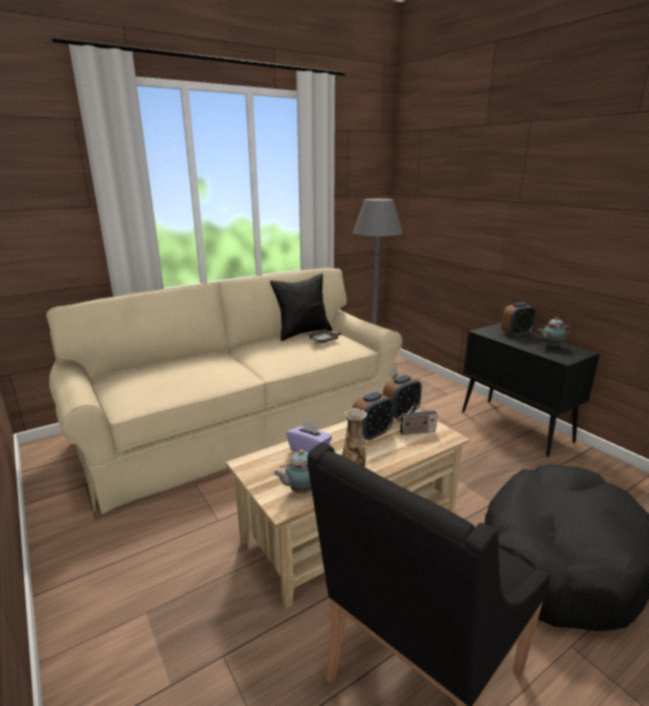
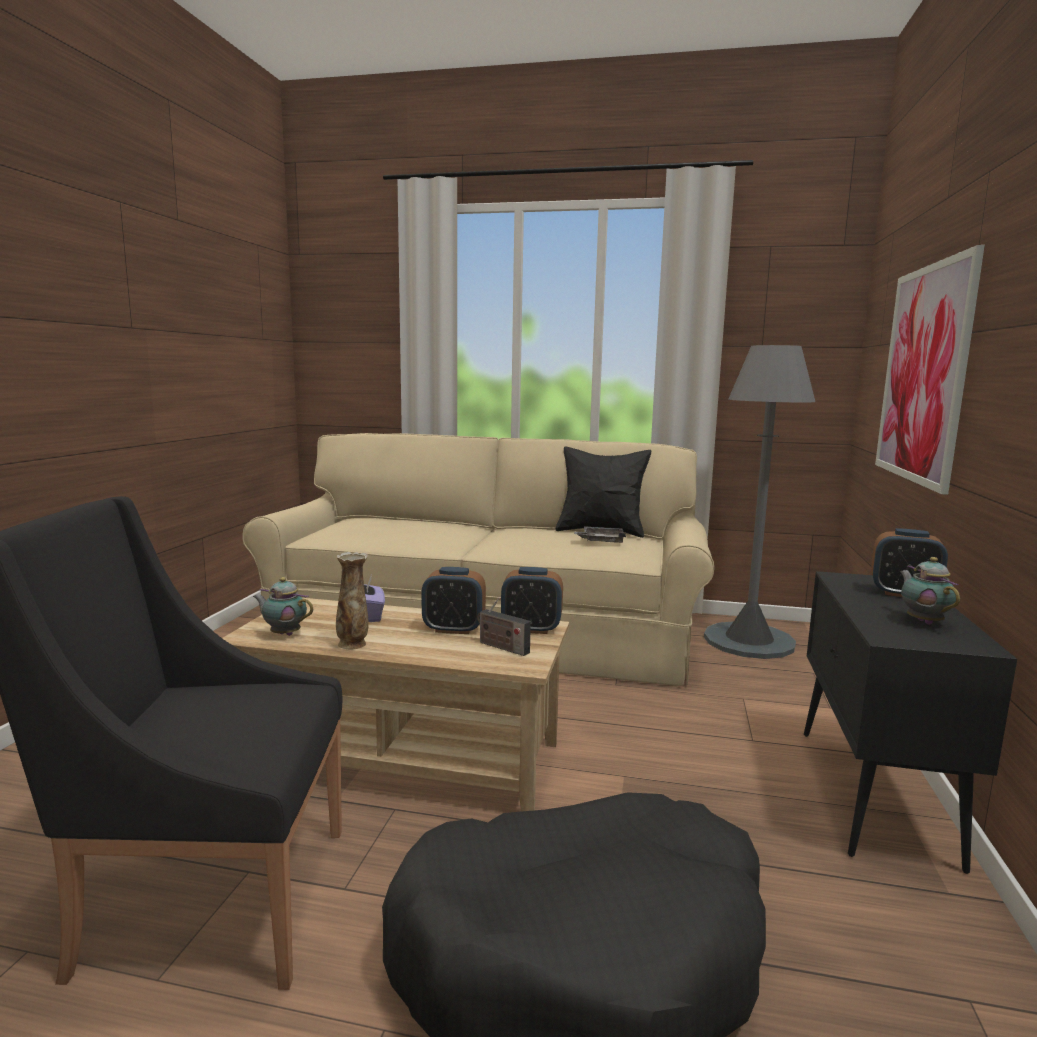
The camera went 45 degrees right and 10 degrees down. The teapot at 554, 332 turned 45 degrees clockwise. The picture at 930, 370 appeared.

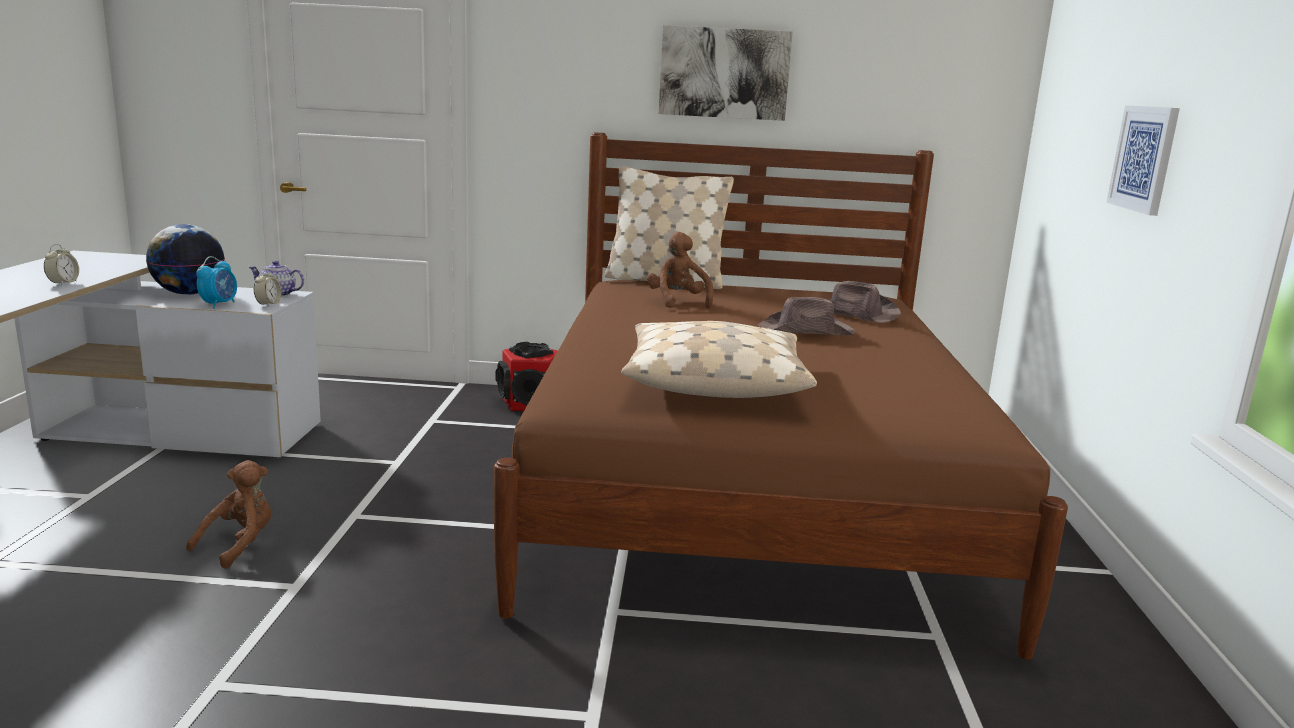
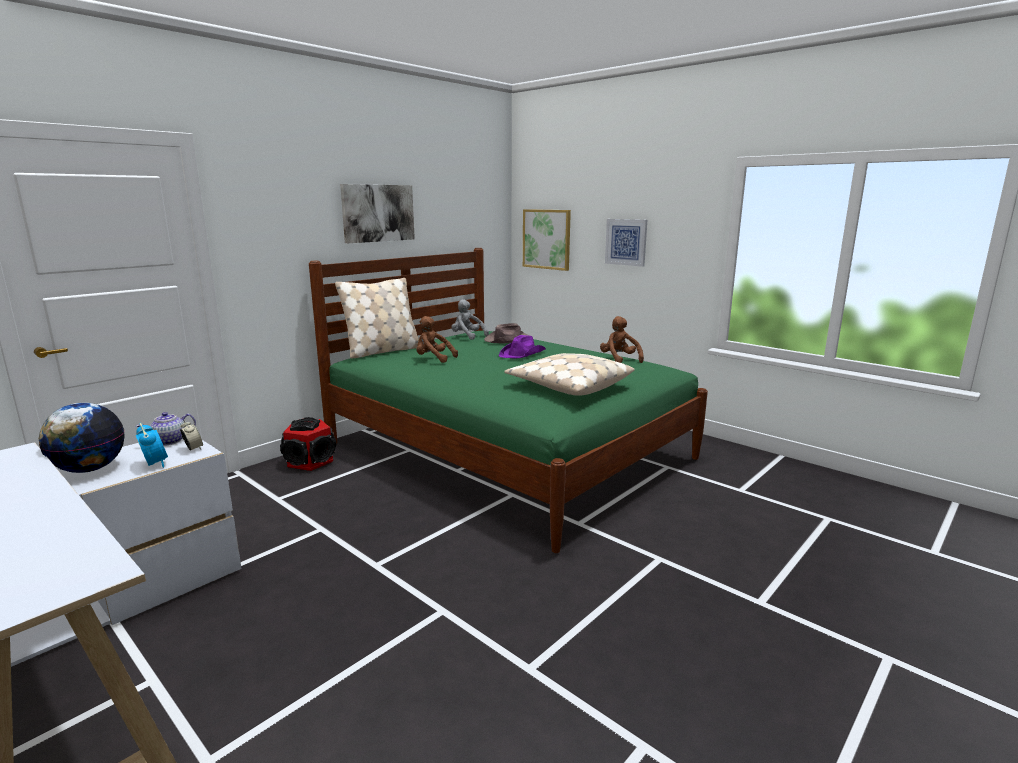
The camera went 50 degrees left and 0 degrees up. The brown bed at 781, 396 became the green bed at 508, 400. The alarm clock at 61, 265 disappeared. The brown hat at 806, 316 became the purple hat at 522, 347. The brown plush toy moved from 229, 514 to 622, 339. The picture at 547, 240 appeared. The grey plush toy at 470, 319 appeared.

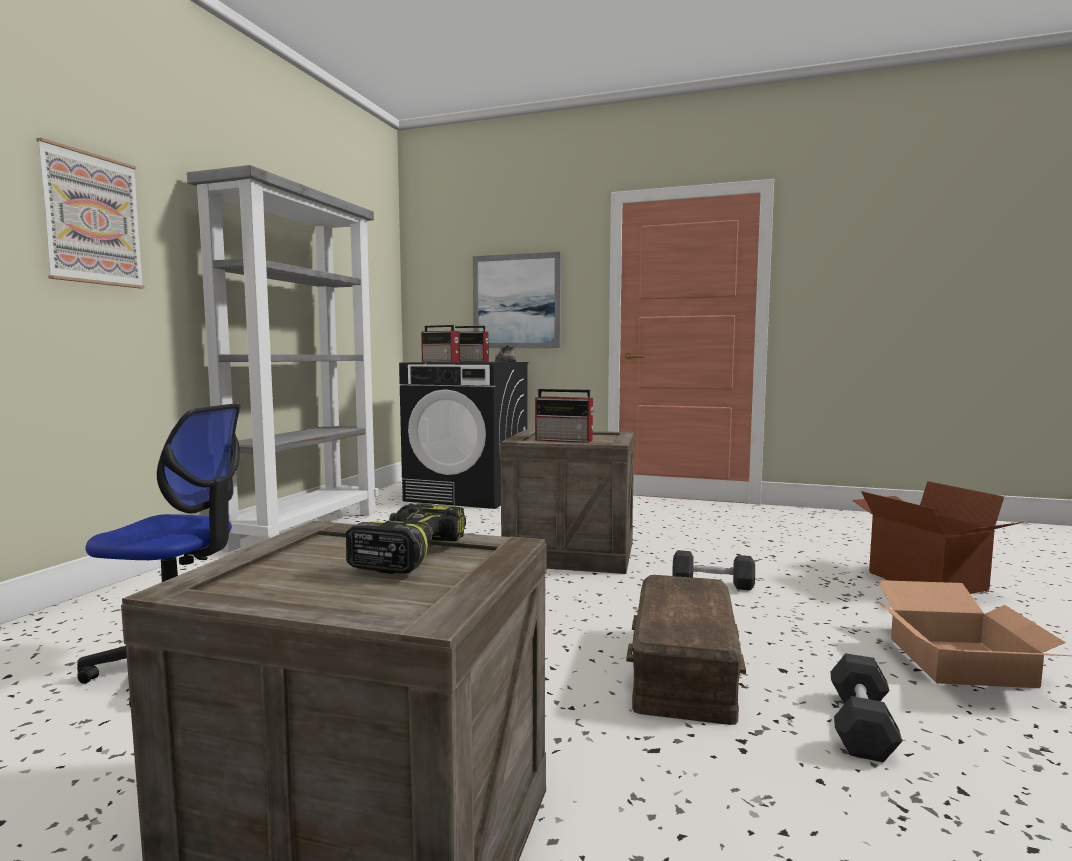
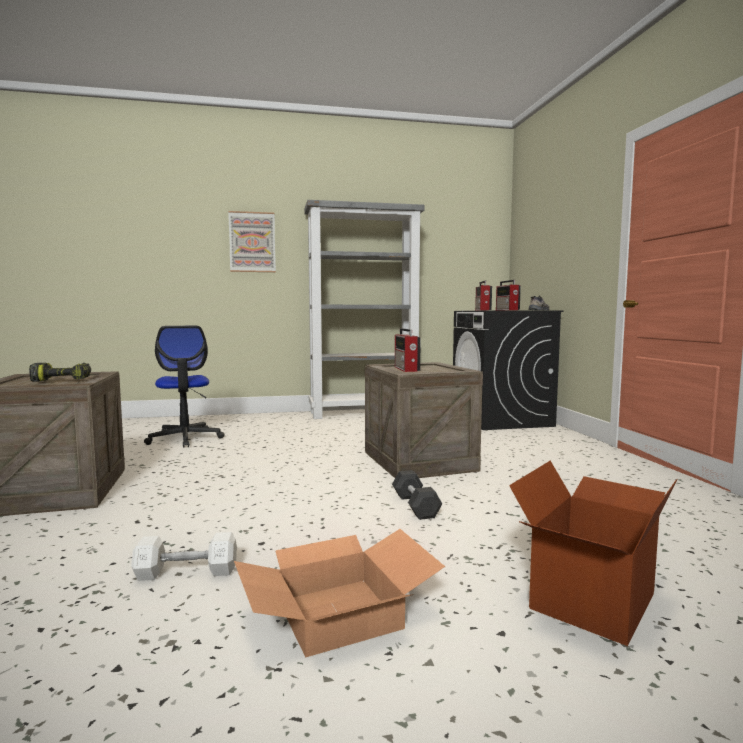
The camera went 60 degrees right and 0 degrees up. The picture at 517, 300 disappeared. The brown storage box at 686, 650 disappeared. The black dumbbell at 866, 707 became the white dumbbell at 184, 556.

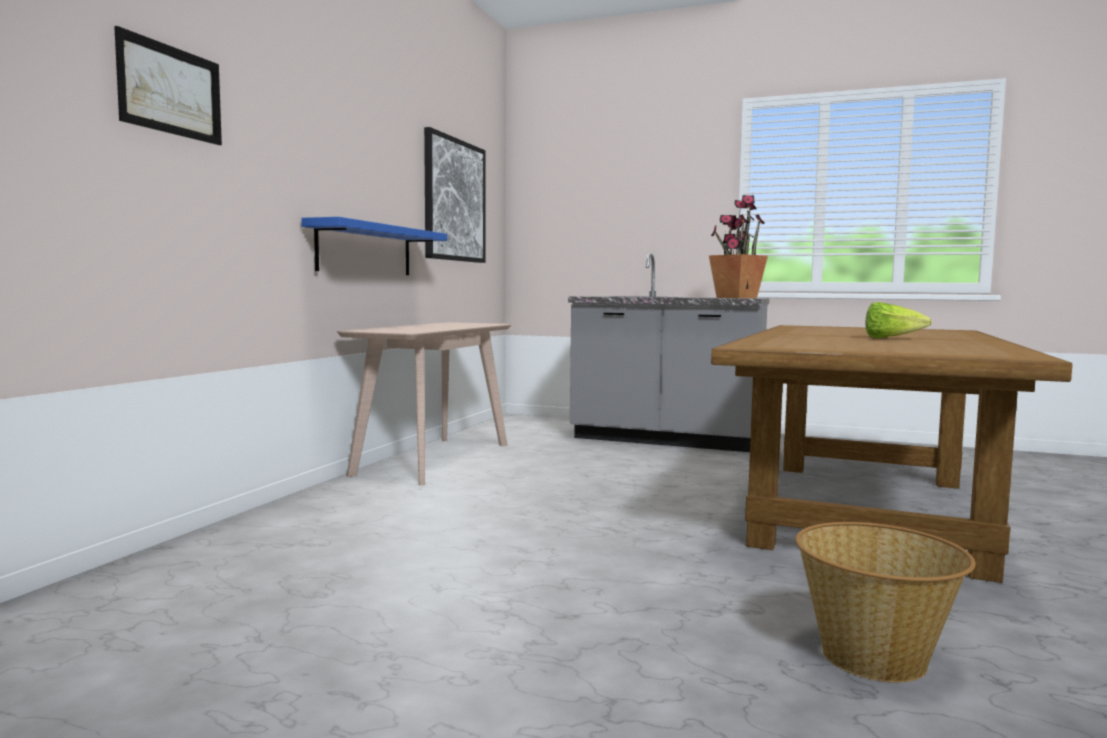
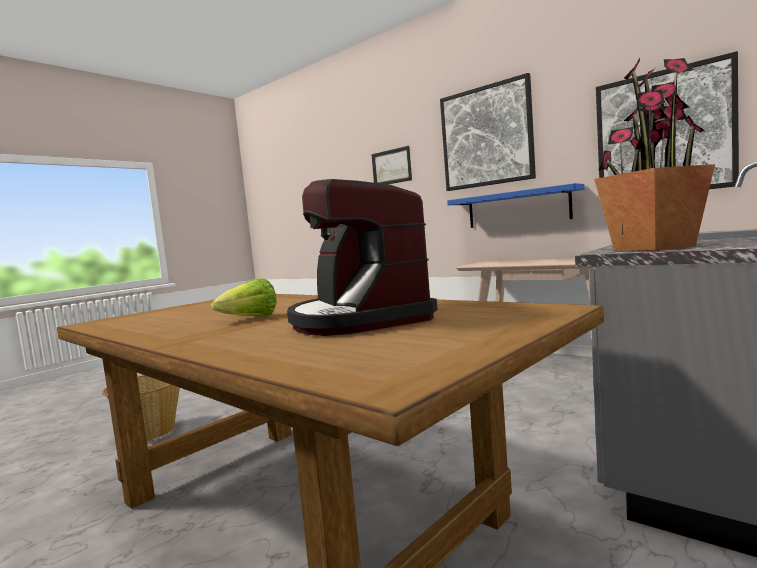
The camera went 110 degrees right and 0 degrees up. The picture at 488, 132 appeared. The coffee machine at 362, 257 appeared.

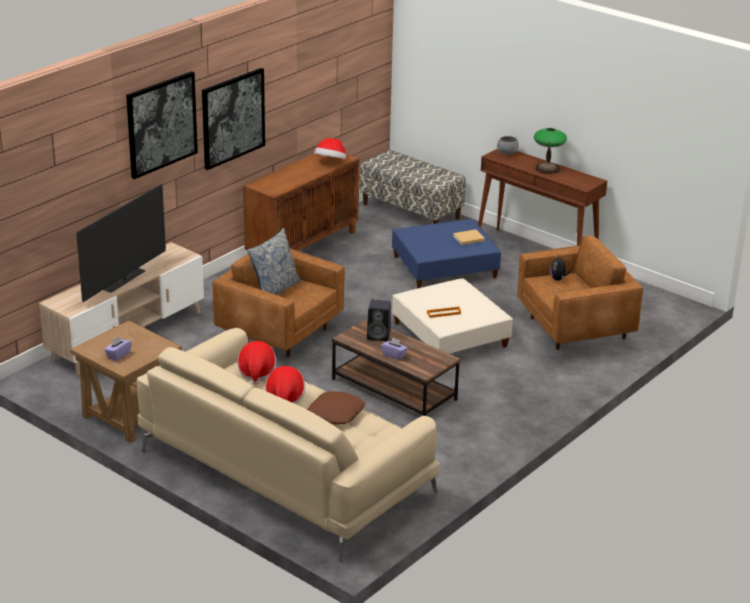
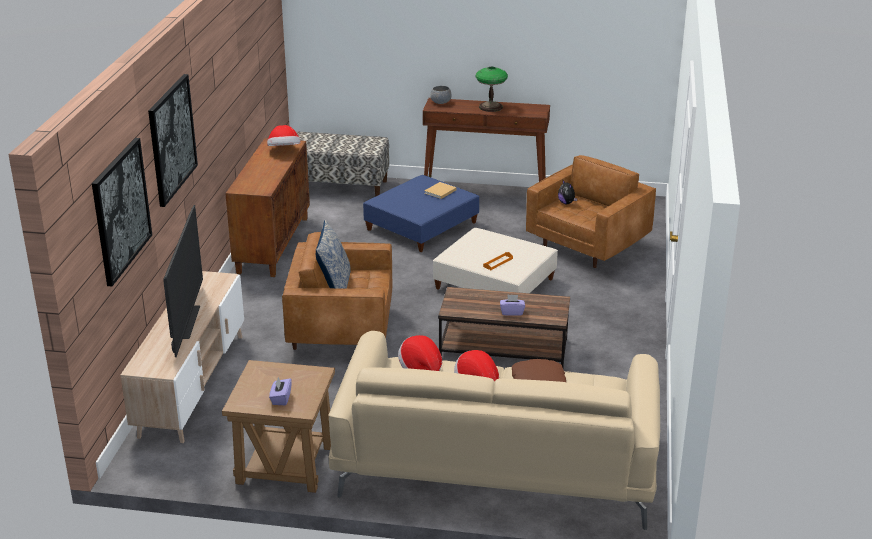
The camera went 30 degrees left and 0 degrees up. The picture moved from 233, 119 to 122, 212. The black speaker at 379, 320 disappeared.

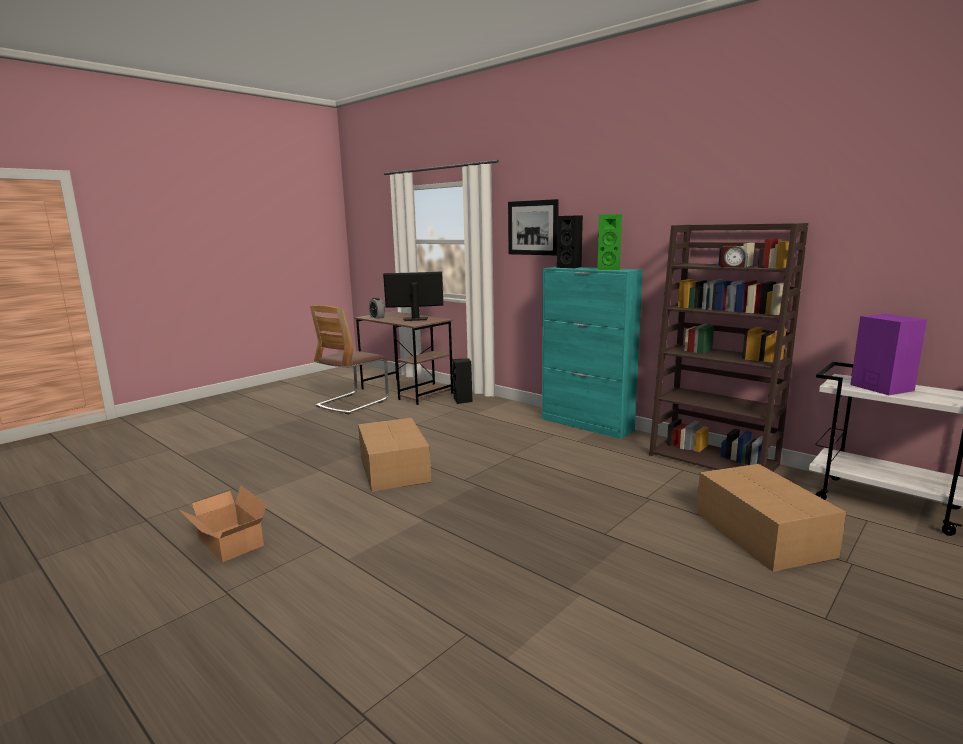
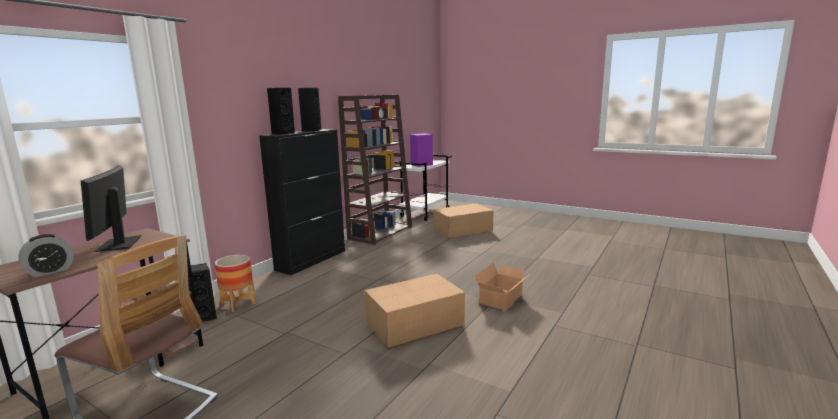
The camera went 100 degrees left and 0 degrees up. The picture at 533, 227 disappeared. The green speaker at 609, 242 became the black speaker at 309, 109. The turquoise cabinet at 592, 353 became the black cabinet at 302, 202. The cardboard box moved from 223, 524 to 502, 286. The planter at 235, 283 appeared.

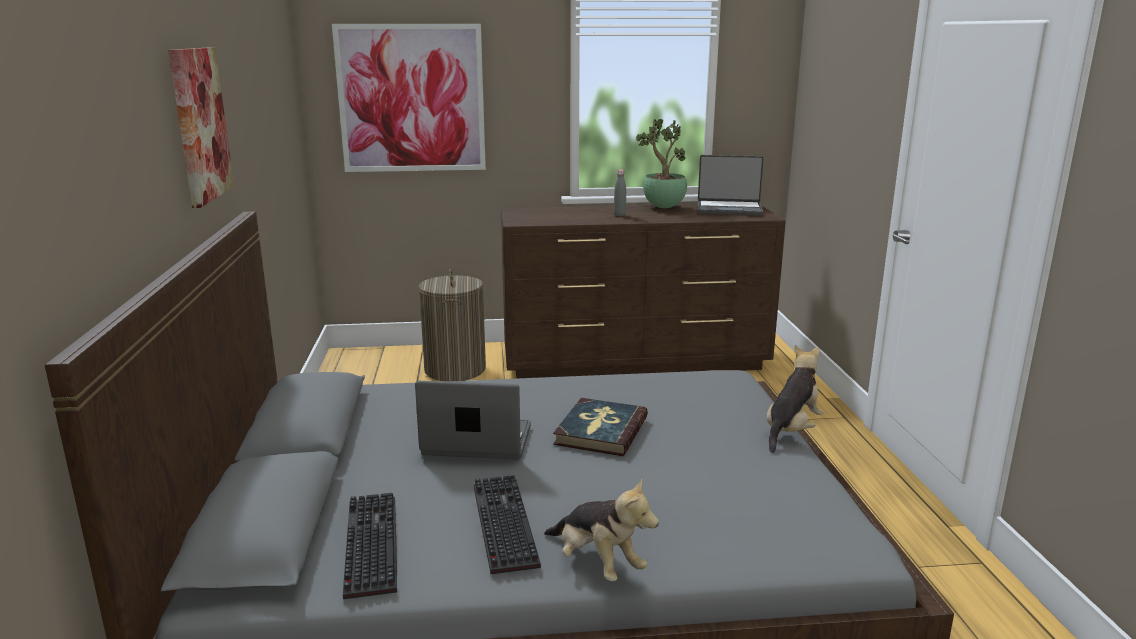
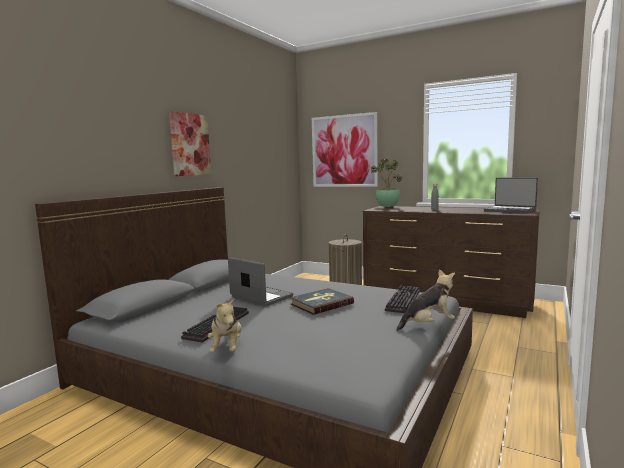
The camera went 35 degrees right and 10 degrees down. The potted plant moved from 661, 163 to 386, 183. The keyboard moved from 370, 546 to 402, 299.

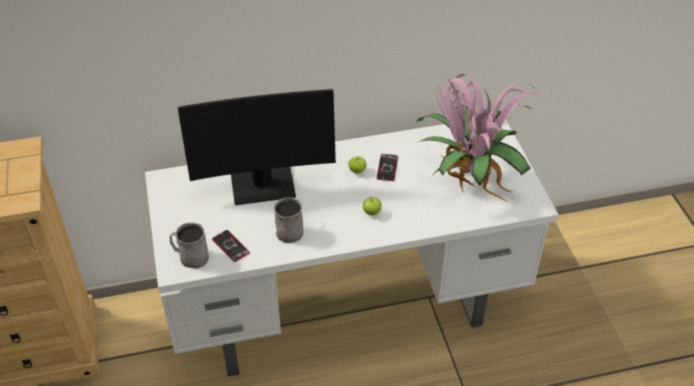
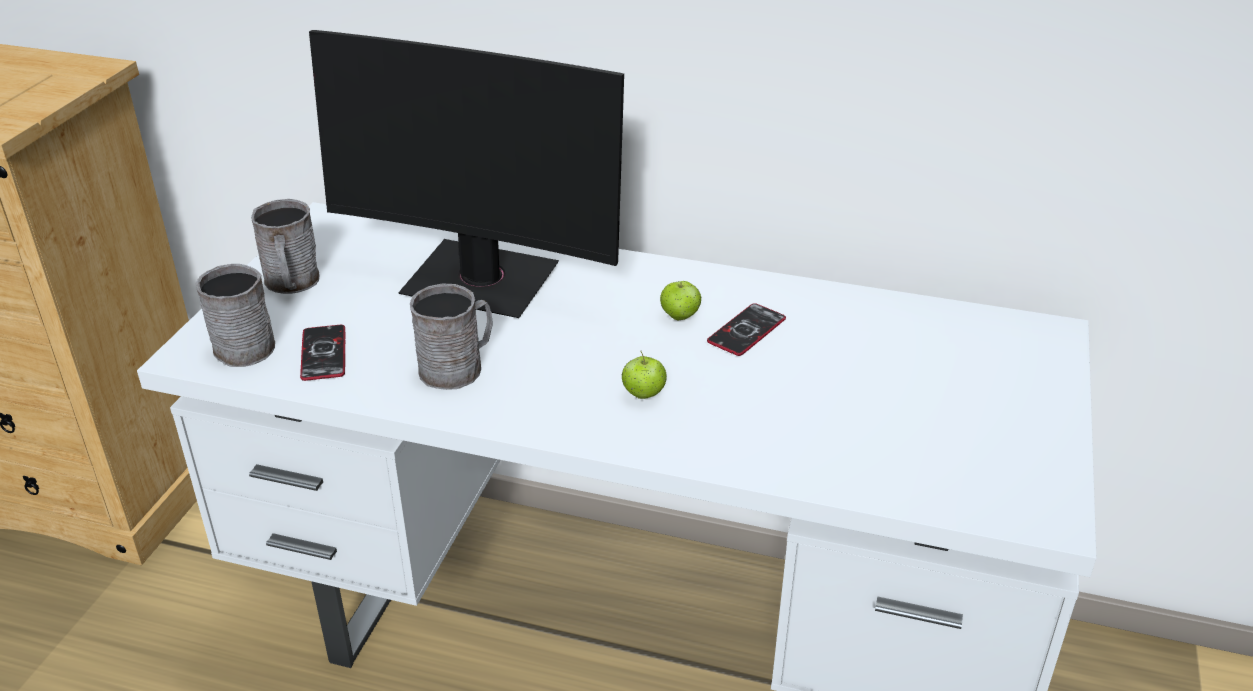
The camera went 30 degrees right and 10 degrees down. The potted plant at 478, 138 disappeared. The grey mug at 285, 246 appeared.

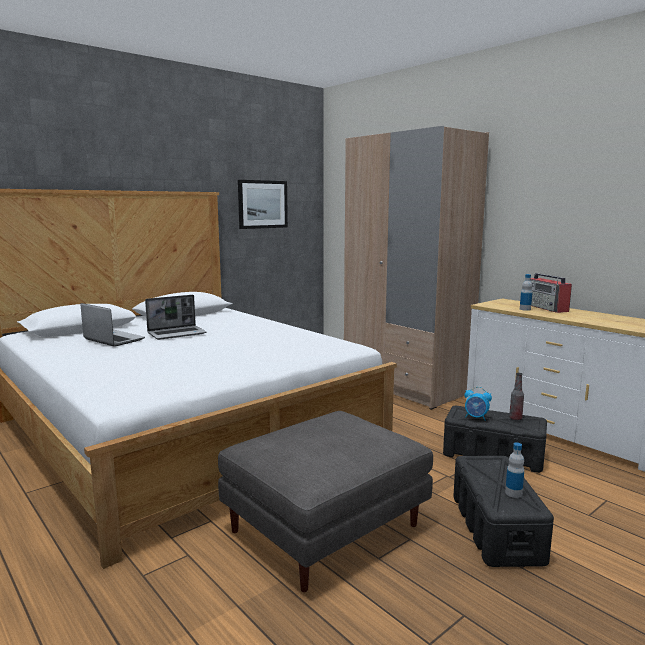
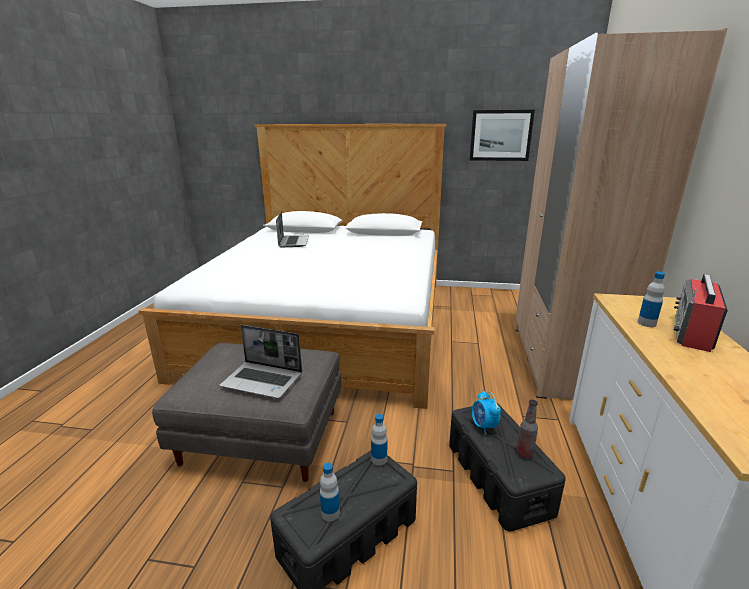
The camera went 50 degrees right and 10 degrees up. The laptop moved from 176, 317 to 261, 362. The bottle at 379, 440 appeared.

